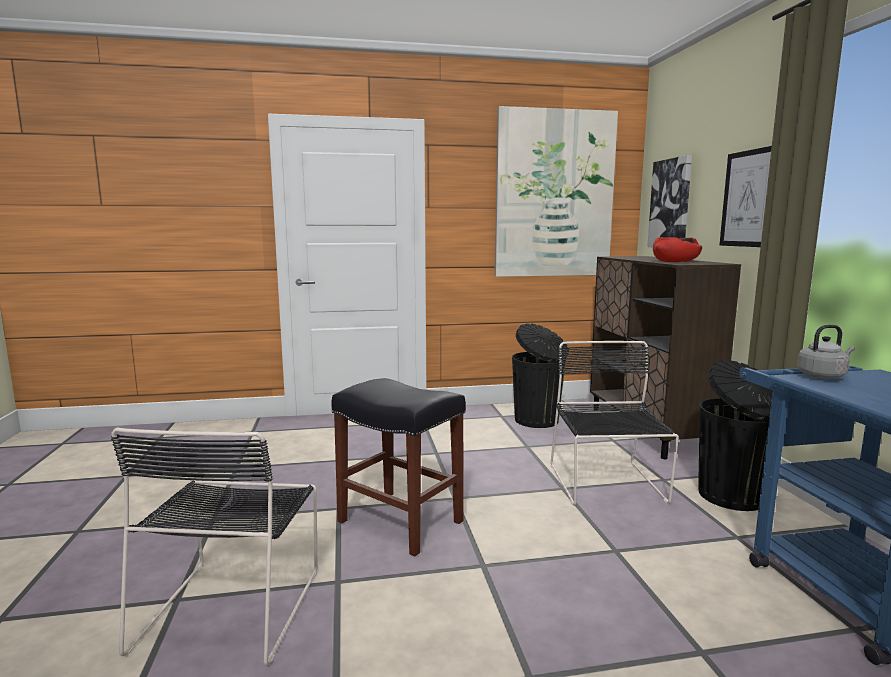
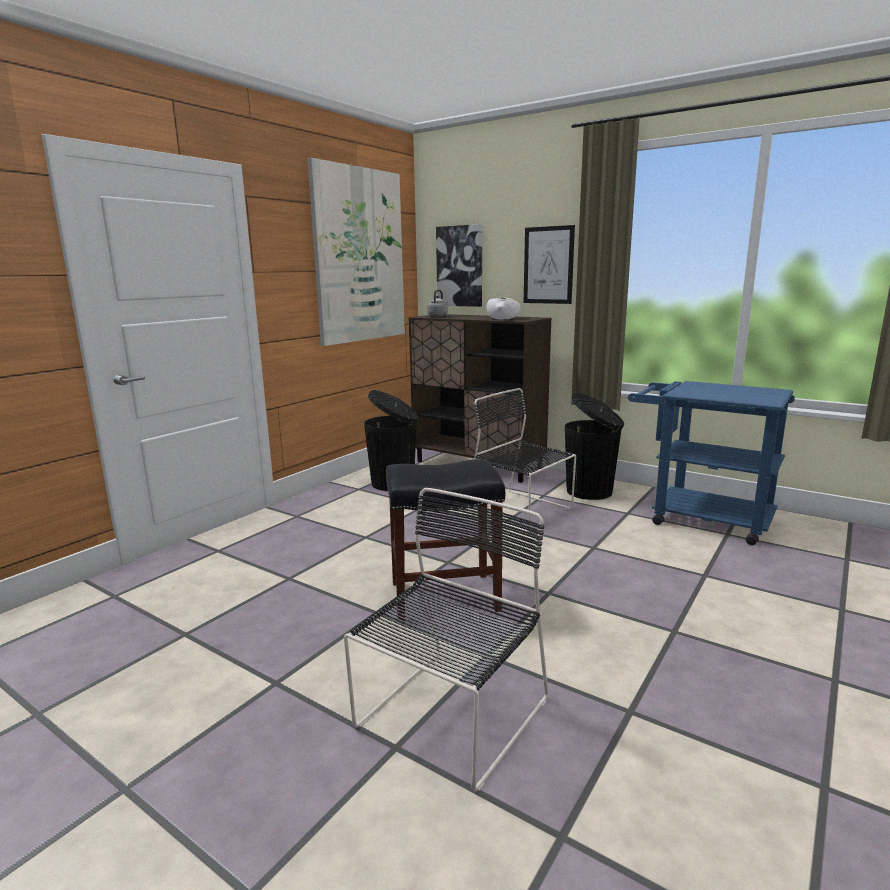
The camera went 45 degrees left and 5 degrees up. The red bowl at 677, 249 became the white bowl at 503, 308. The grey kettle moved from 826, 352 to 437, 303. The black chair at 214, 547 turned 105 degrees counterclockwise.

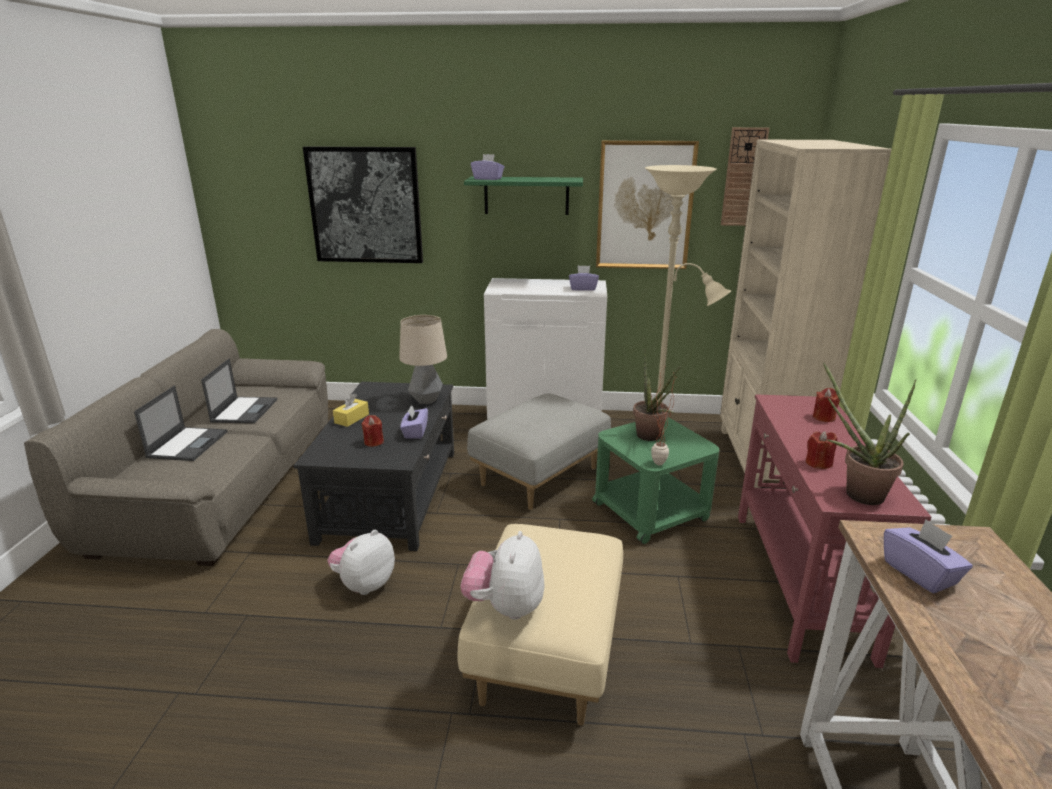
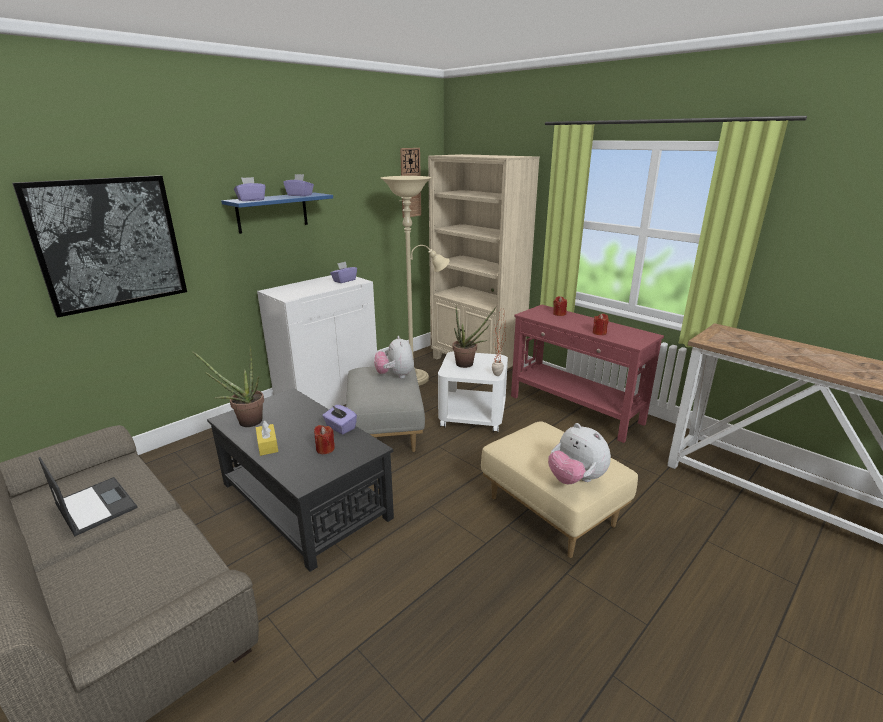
The camera went 50 degrees left and 0 degrees up. The picture at 647, 205 disappeared. The green shelf at 523, 196 became the blue shelf at 277, 213. The table lamp at 423, 359 disappeared. The potted plant moved from 869, 433 to 228, 387. The laptop at 180, 423 disappeared. The green side table at 655, 481 became the white side table at 473, 392. The purple tissue box moved from 928, 556 to 298, 185. The plush toy moved from 361, 562 to 394, 357.

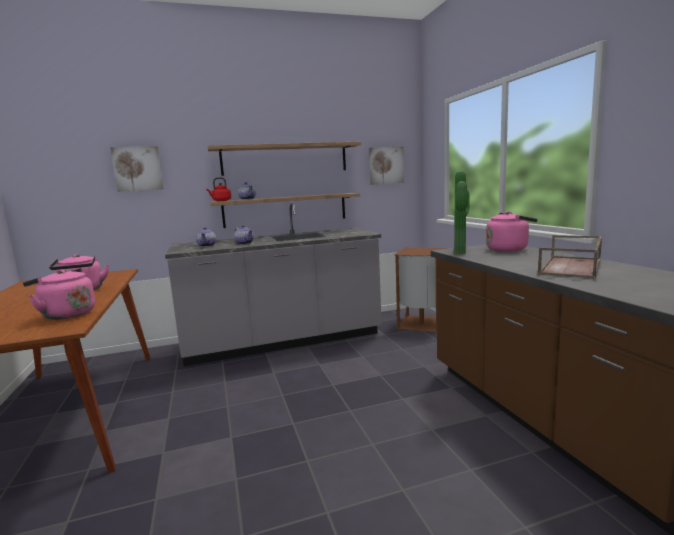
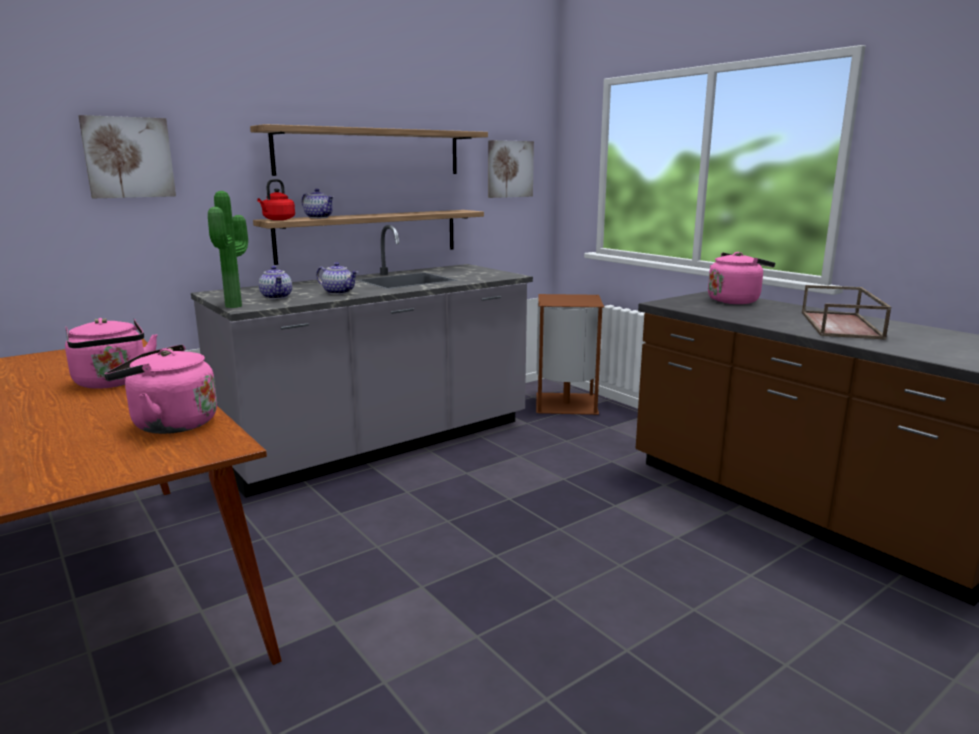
The camera went 20 degrees left and 5 degrees up. The potted plant moved from 462, 212 to 228, 249.

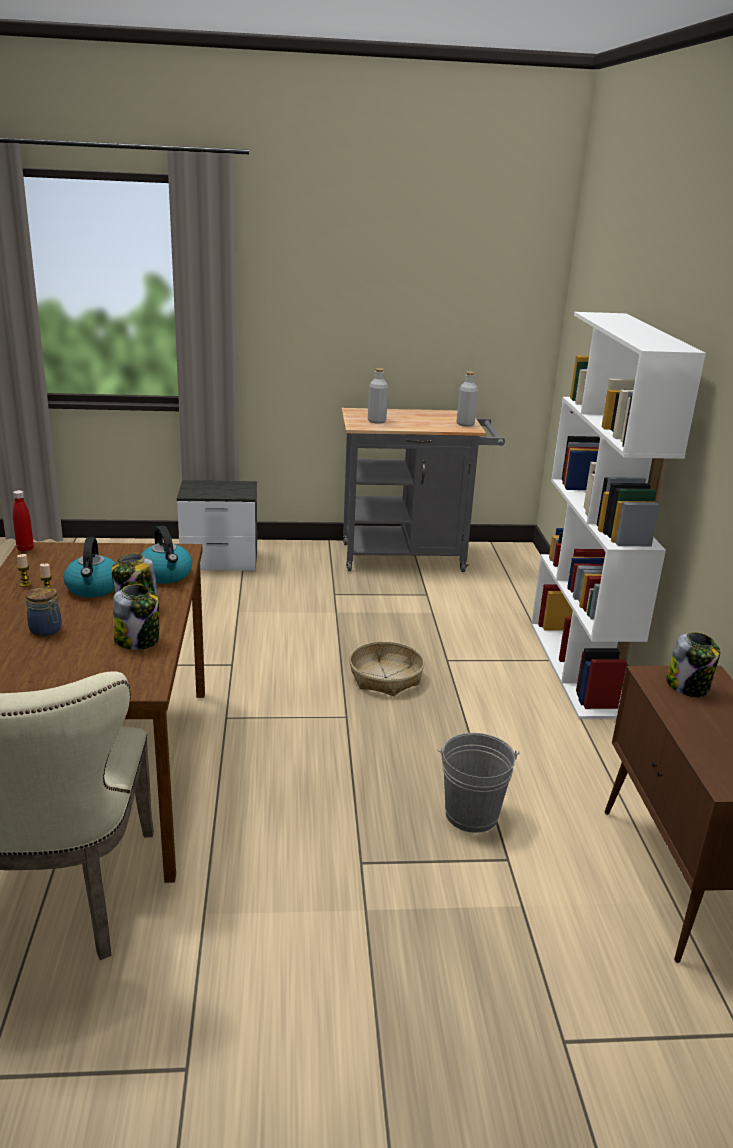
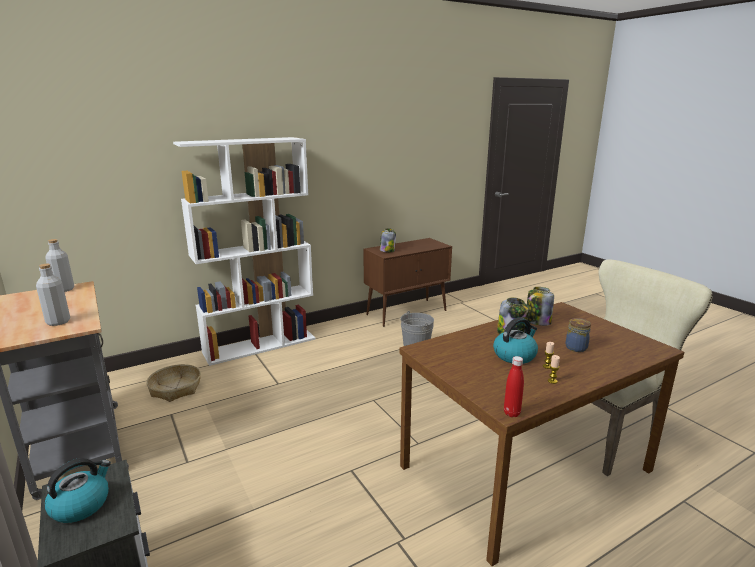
The camera went 115 degrees left and 5 degrees down. The kettle moved from 166, 555 to 78, 490. The basket moved from 386, 668 to 173, 383.

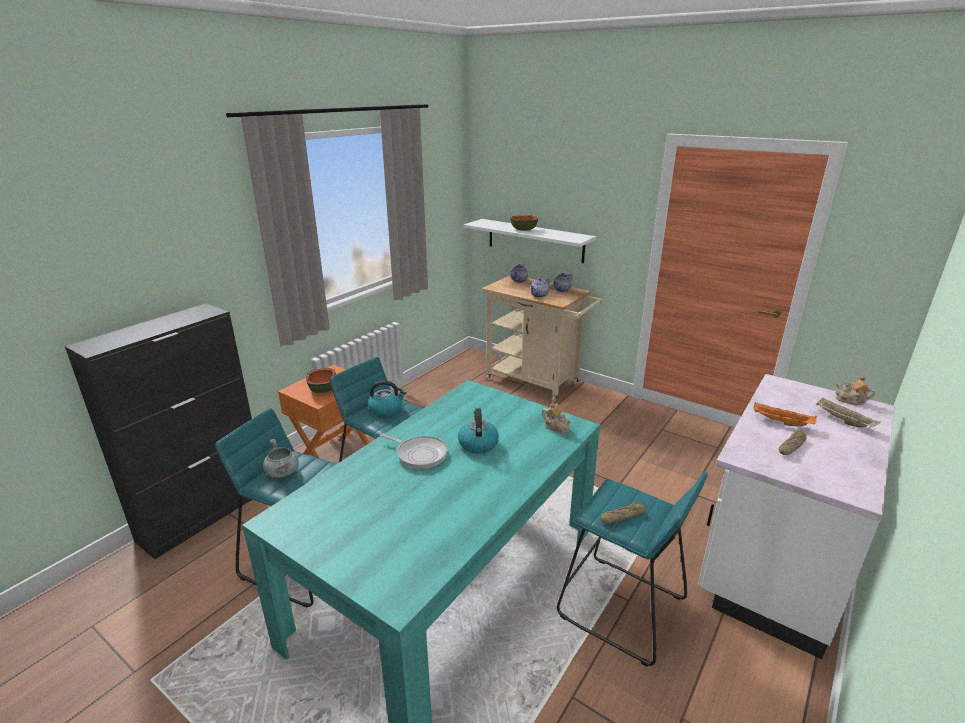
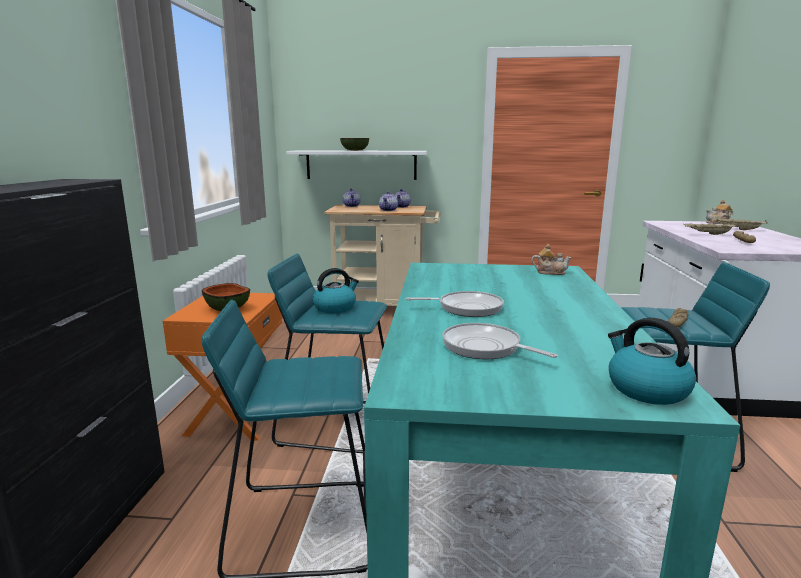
The camera went 30 degrees left and 10 degrees down. The orange tray at 785, 414 became the beige tray at 710, 229. The kettle moved from 478, 431 to 652, 361. The grey cooking pot at 281, 458 disappeared. The frying pan at 500, 341 appeared.

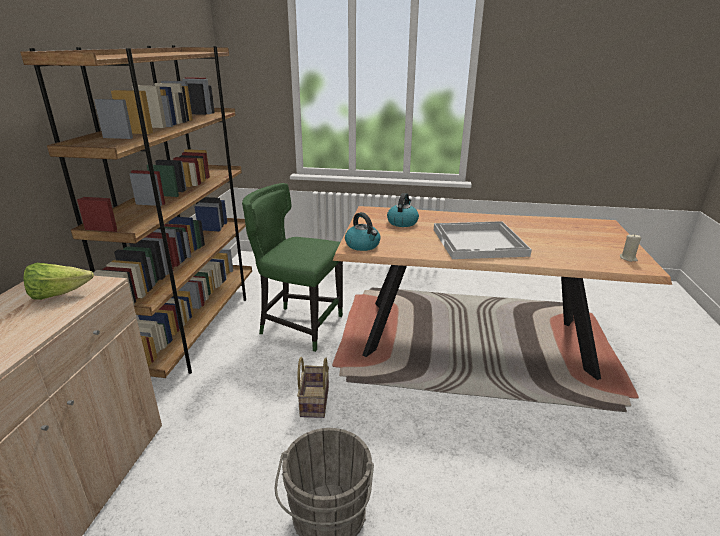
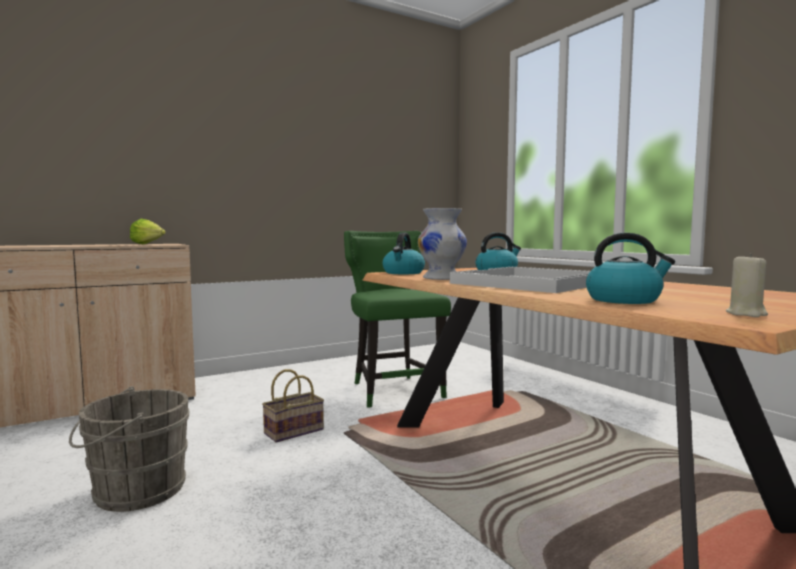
The camera went 50 degrees right and 20 degrees down. The brown bookcase at 136, 211 disappeared. The white vase at 442, 244 appeared. The kettle at 630, 268 appeared.

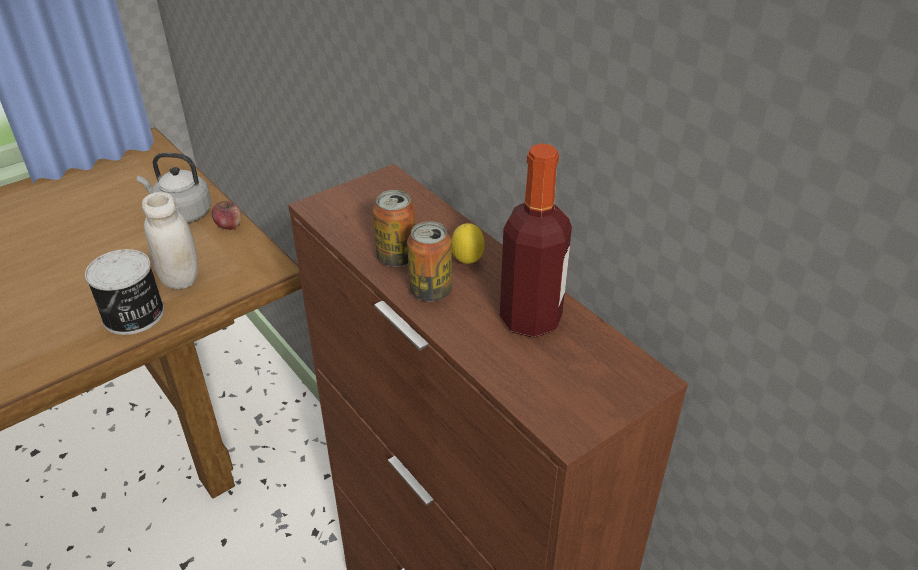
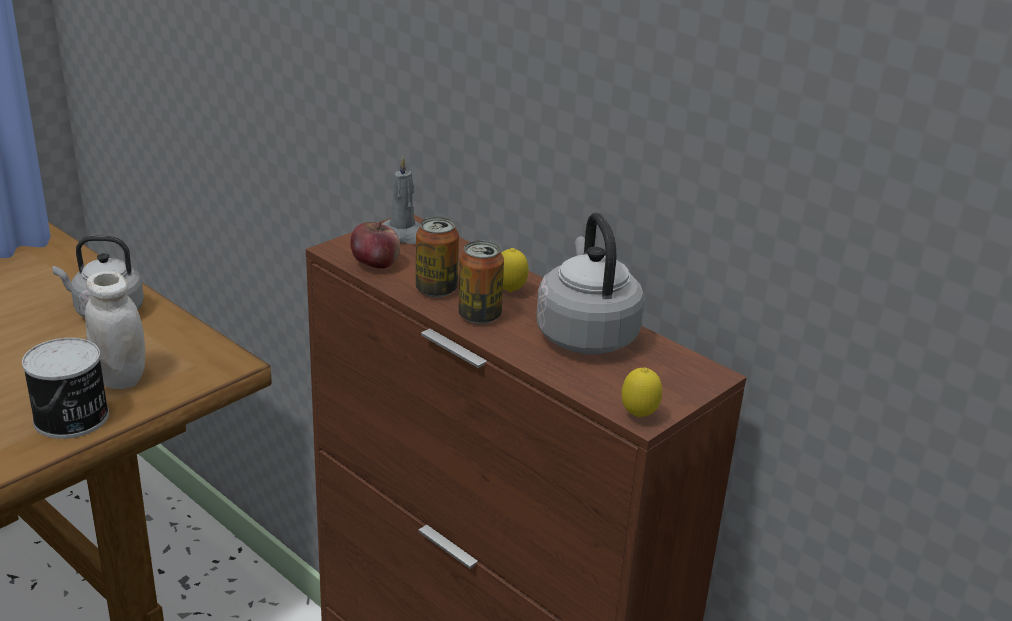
The camera went 10 degrees left and 10 degrees down. The bottle at 536, 240 was replaced by the grey kettle at 590, 283. The apple moved from 227, 215 to 375, 245. The grey candle at 401, 200 appeared. The lemon at 641, 392 appeared.

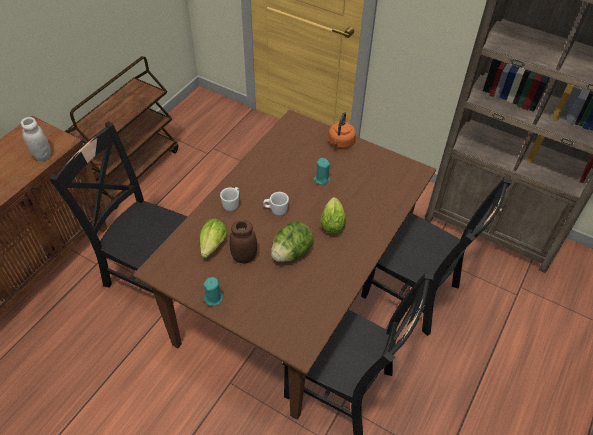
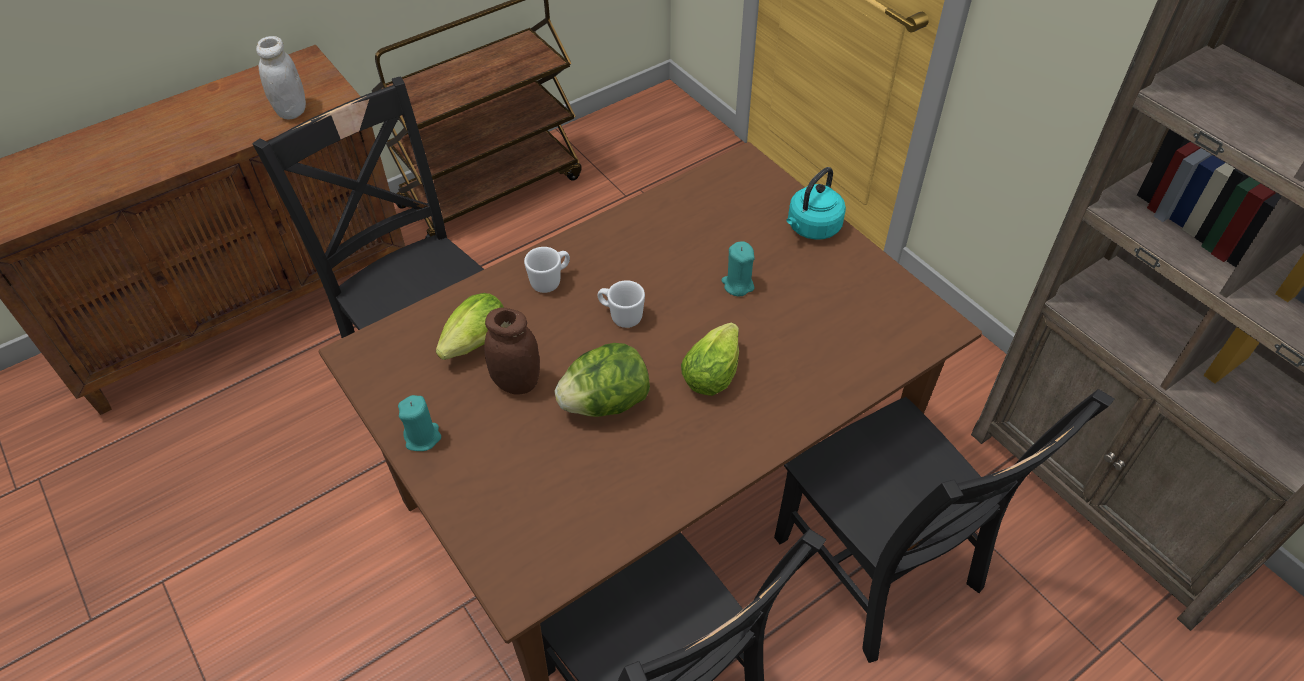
The camera went 25 degrees right and 0 degrees up. The orange kettle at 342, 130 became the turquoise kettle at 816, 203.

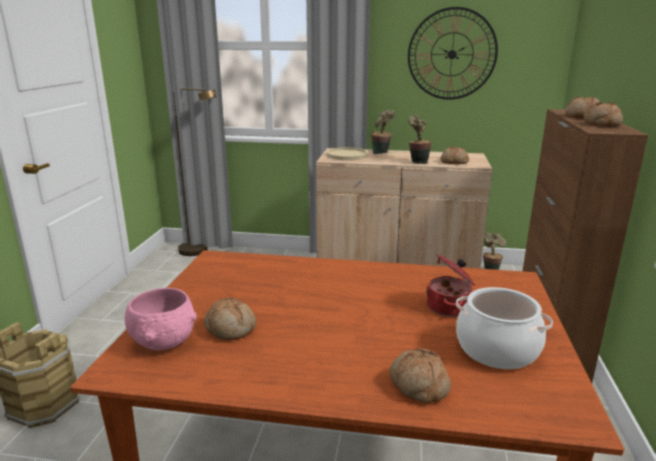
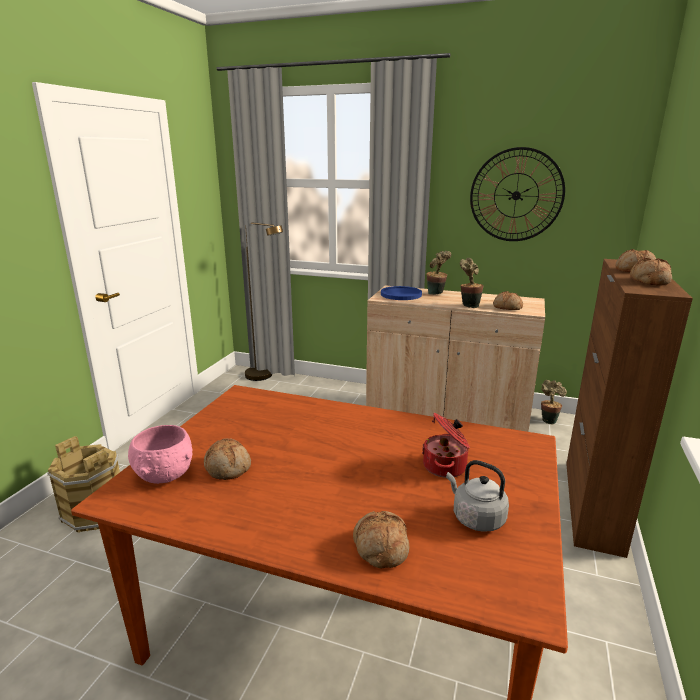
The camera went 10 degrees right and 0 degrees up. The beige plate at 347, 154 became the blue plate at 401, 293. The cooking pot at 504, 328 was replaced by the grey kettle at 477, 496.

